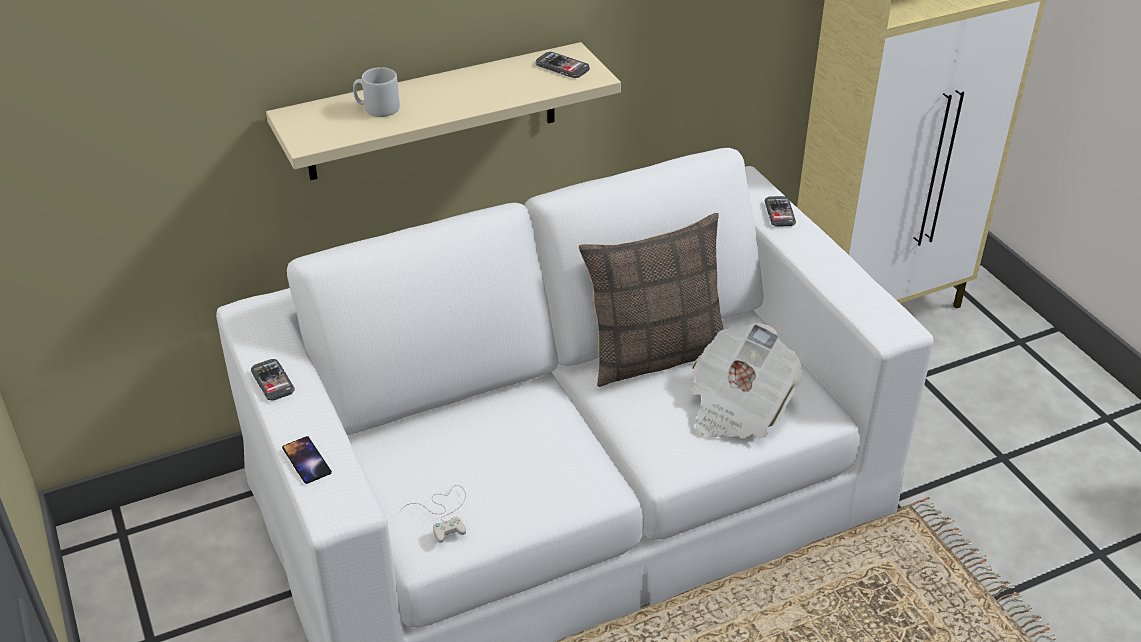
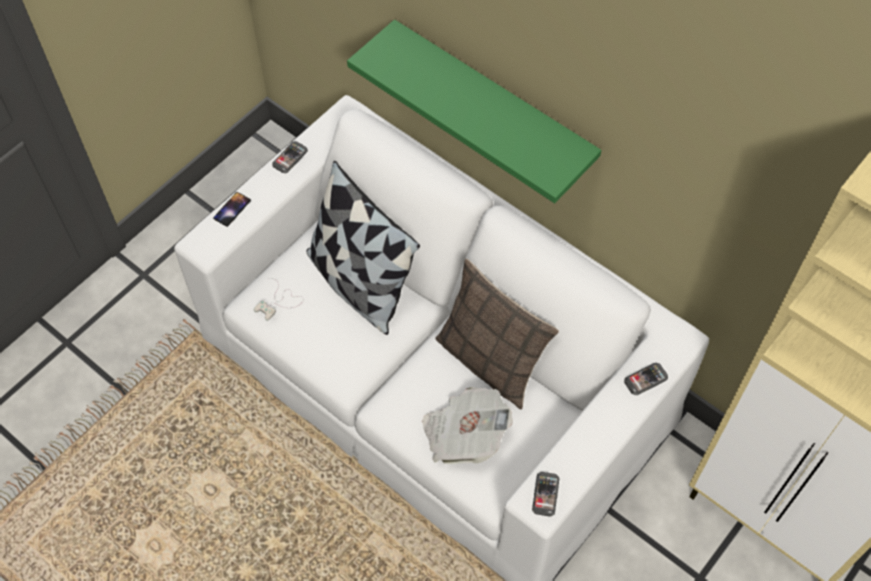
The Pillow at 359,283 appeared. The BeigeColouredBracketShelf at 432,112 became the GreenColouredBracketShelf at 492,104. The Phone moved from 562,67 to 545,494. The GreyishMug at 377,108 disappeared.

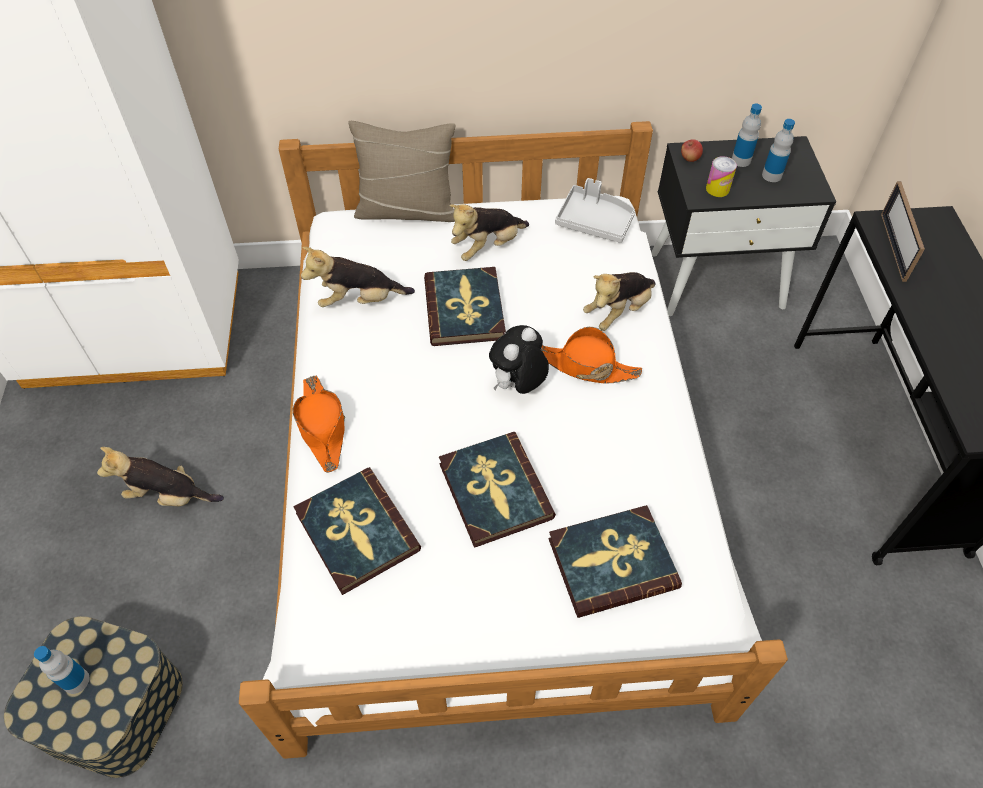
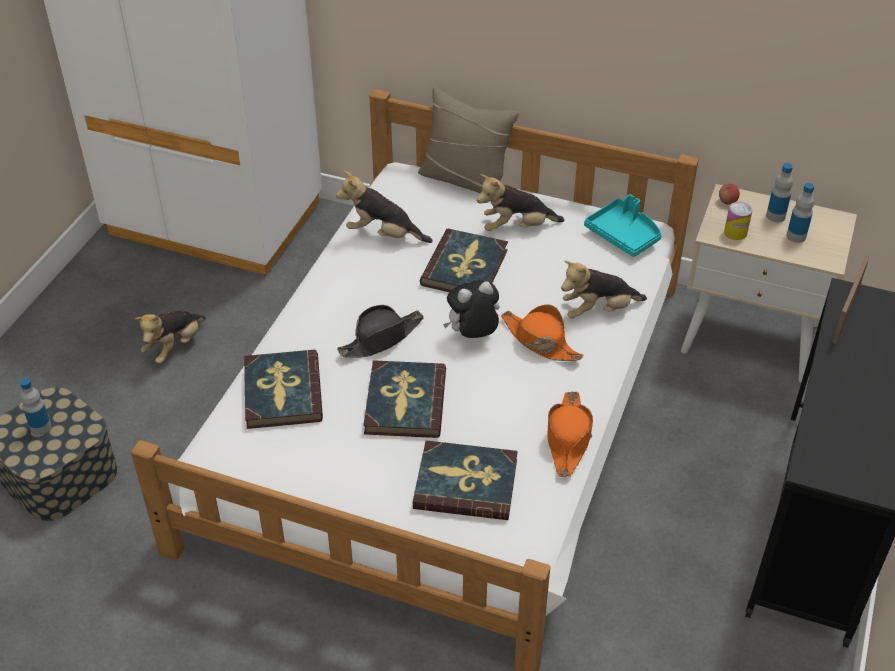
The SoftToy at 168,496 turned 90 degrees counterclockwise. The BlackColouredClothingHat at 381,338 appeared. The OrangeyClothingHat moved from 322,427 to 568,439. The GreyishCarryingTray at 594,221 became the TurquoiseColouredCarryingTray at 624,235. The BlackColouredNightTable at 717,279 became the BeigeColouredNightTable at 751,337.

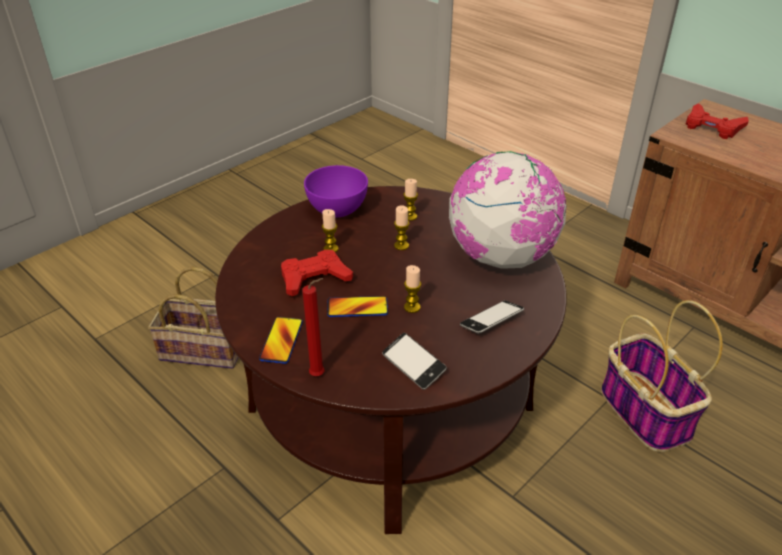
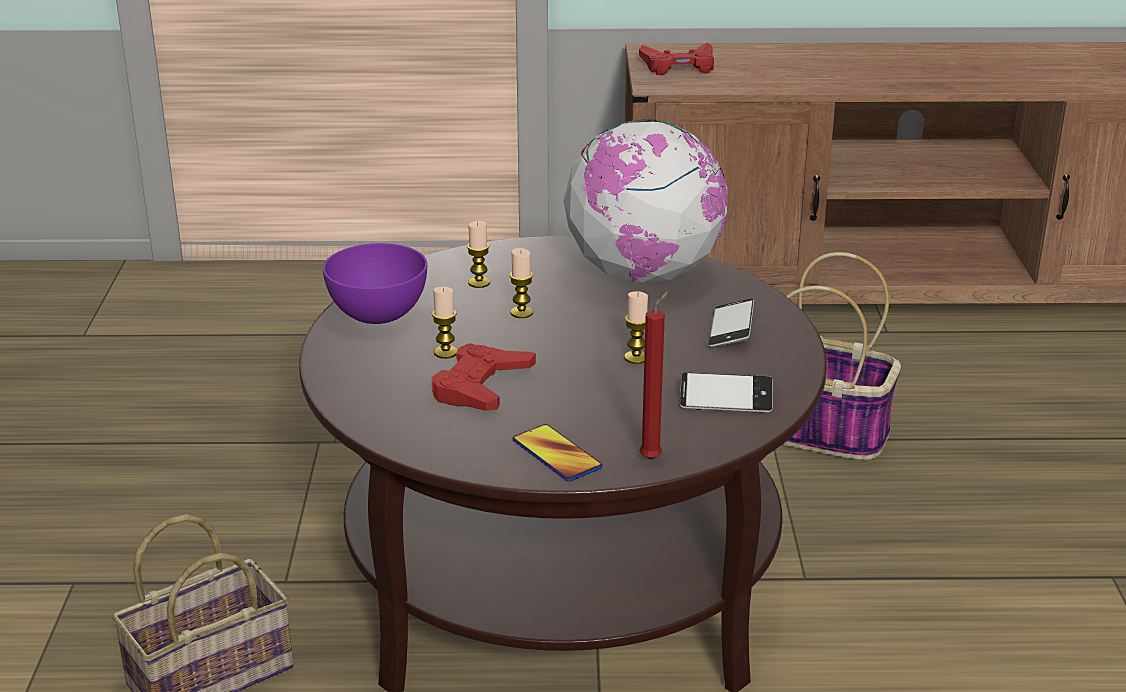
The Phone at 357,308 disappeared.

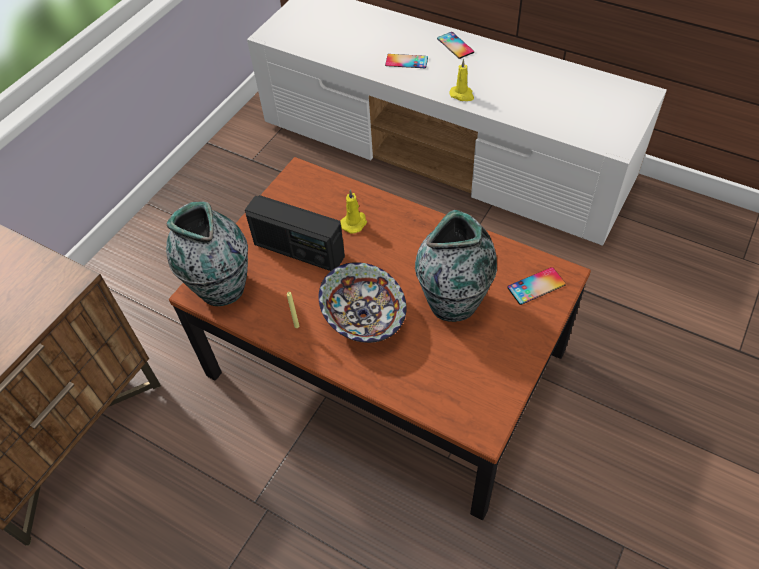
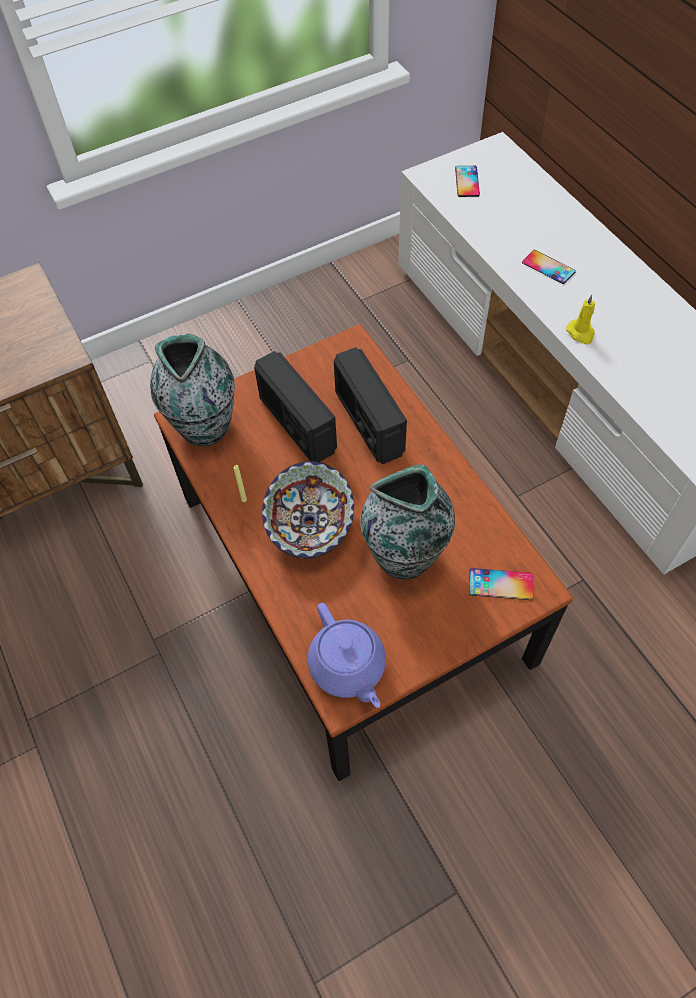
The PurpleColouredTeaPot at 348,667 appeared. The YellowCandle at 354,223 was replaced by the Radio at 368,423. The Phone moved from 455,45 to 467,181.

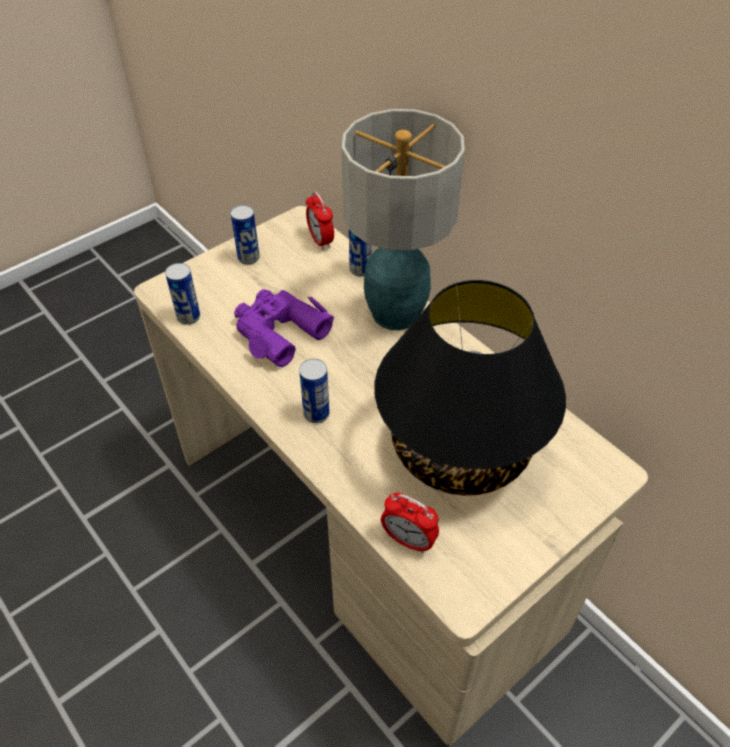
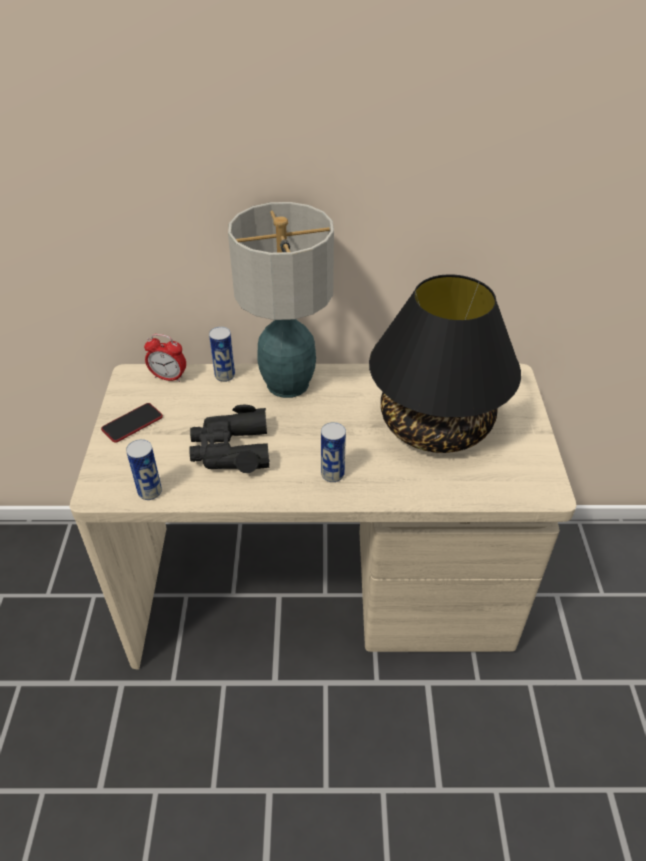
The MetalCan at 248,258 was replaced by the Phone at 132,423. The PurpleColouredBinoculars at 279,331 became the BlackColouredBinoculars at 231,449. The AlarmClock at 408,540 disappeared.

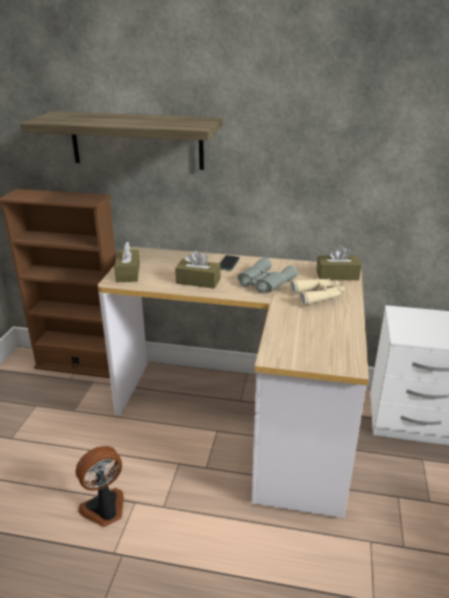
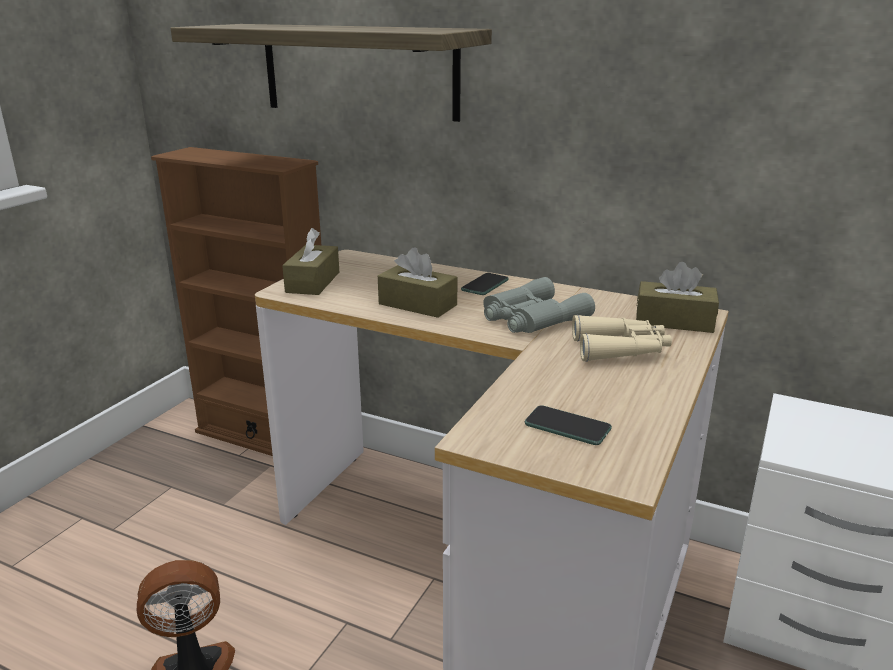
The Phone at 567,427 appeared.

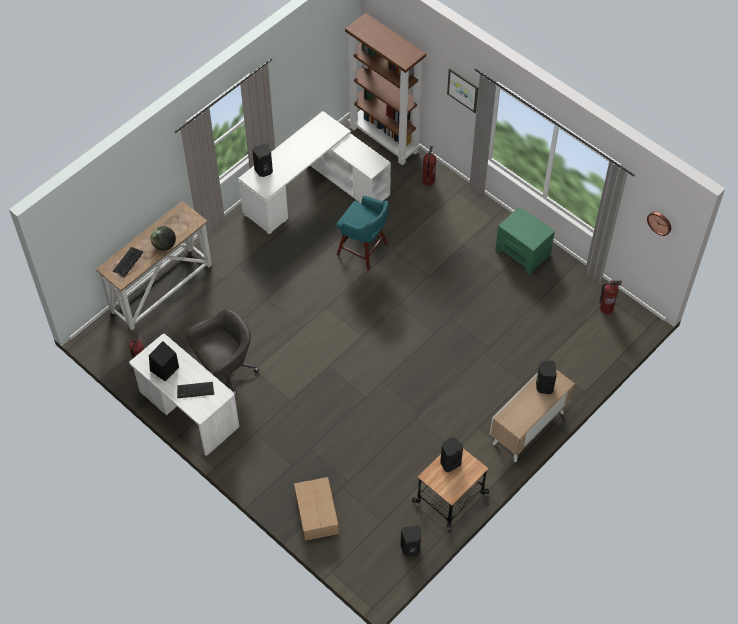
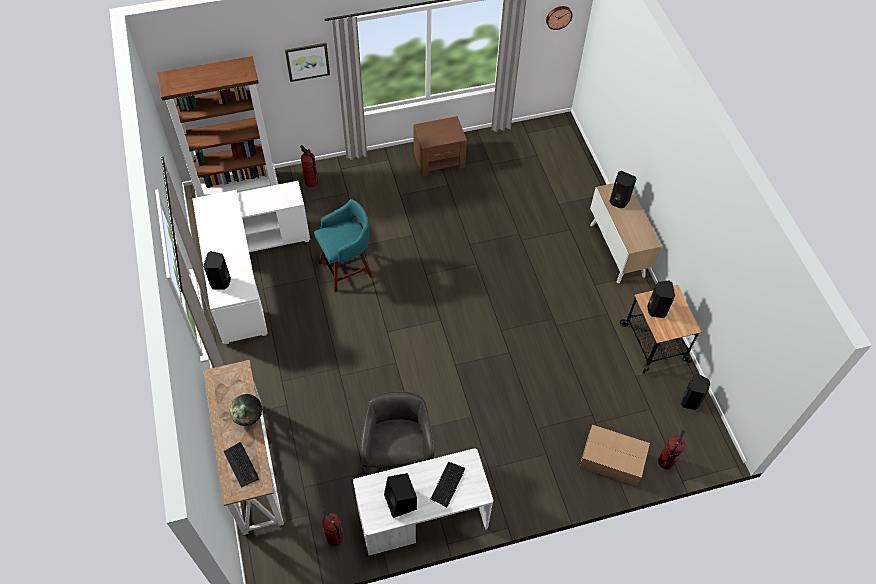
The GreenColouredNightTable at 523,252 became the BrownishNightTable at 439,160. The FireFightingCylinder moved from 606,308 to 665,462.

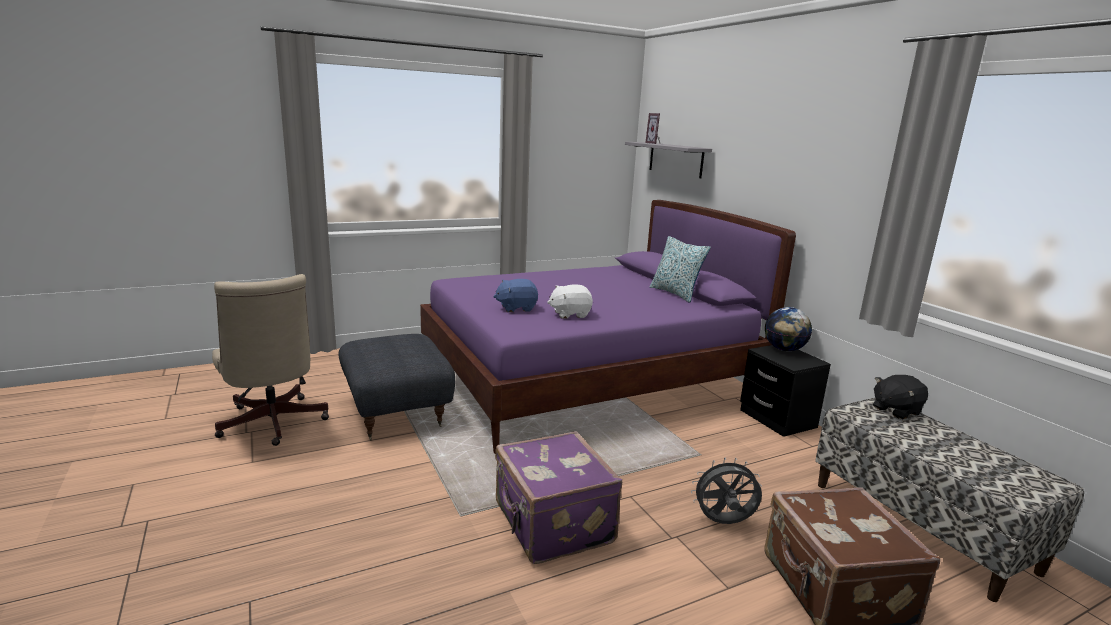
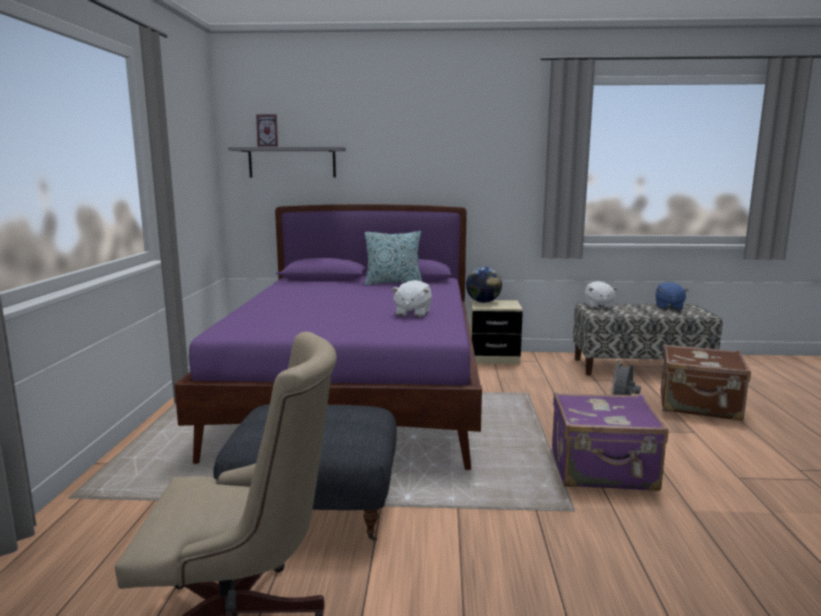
The BlackColouredNightTable at 777,419 became the BeigeColouredNightTable at 493,358. The BlackColouredSoftToy at 895,410 became the WhitishSoftToy at 598,306. The BlueSoftToy moved from 516,308 to 668,307.

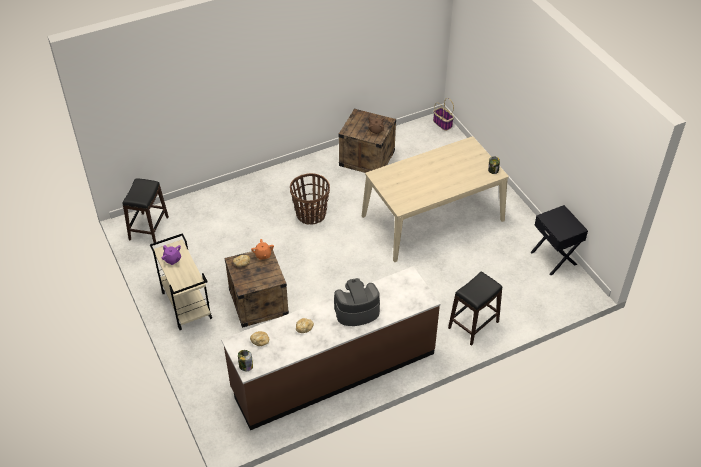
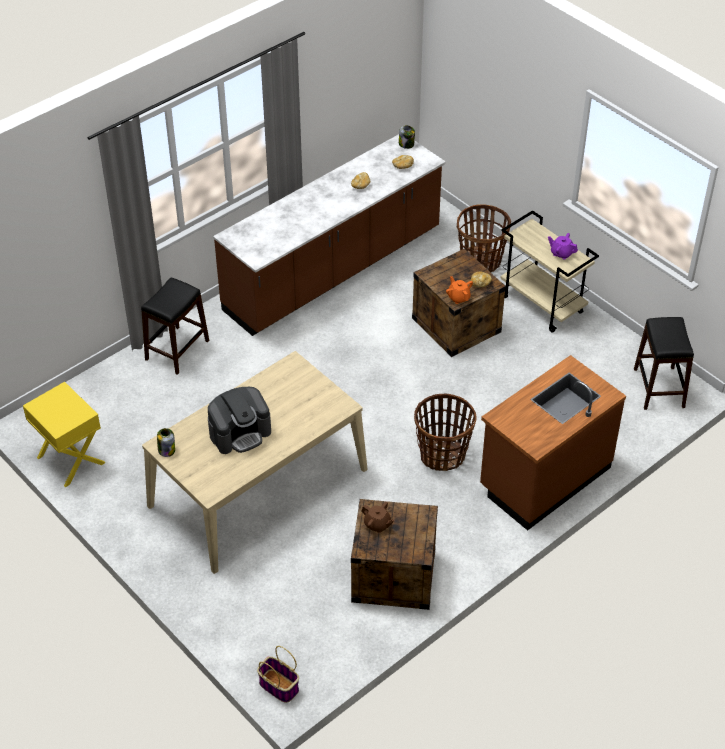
The BlackColouredNightTable at 554,258 became the YellowNightTable at 70,460. The CoffeeMaker moved from 356,311 to 240,433. The Basket at 480,261 appeared. The BrownishKitchenBaseUnit at 544,478 appeared.

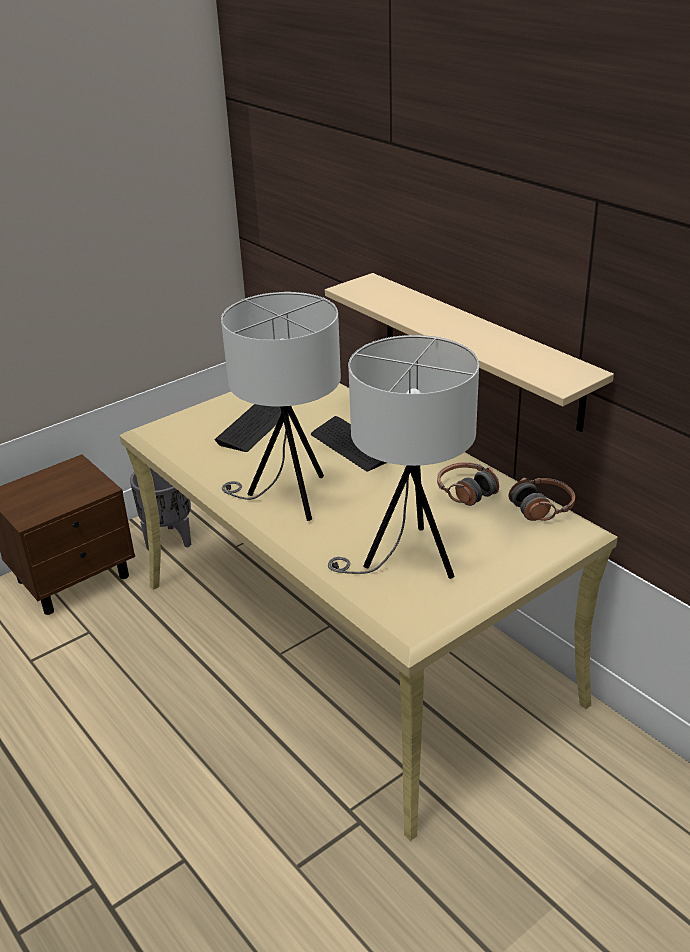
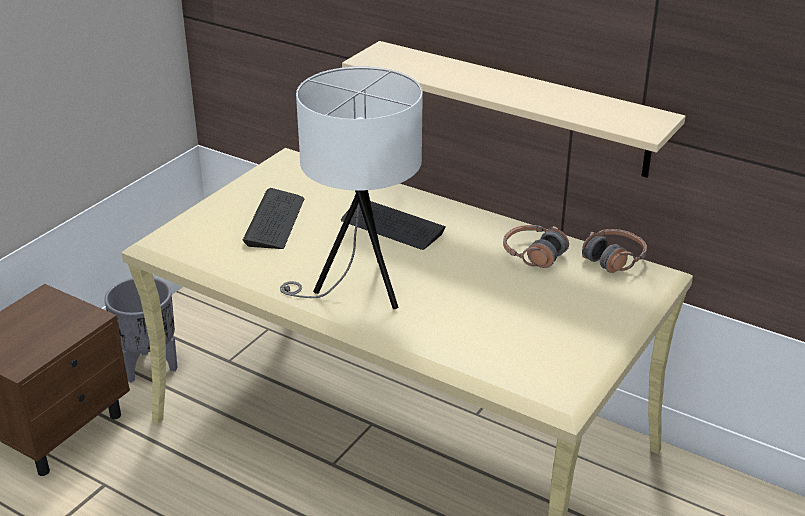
The WhitishTableLamp at 407,559 disappeared.

